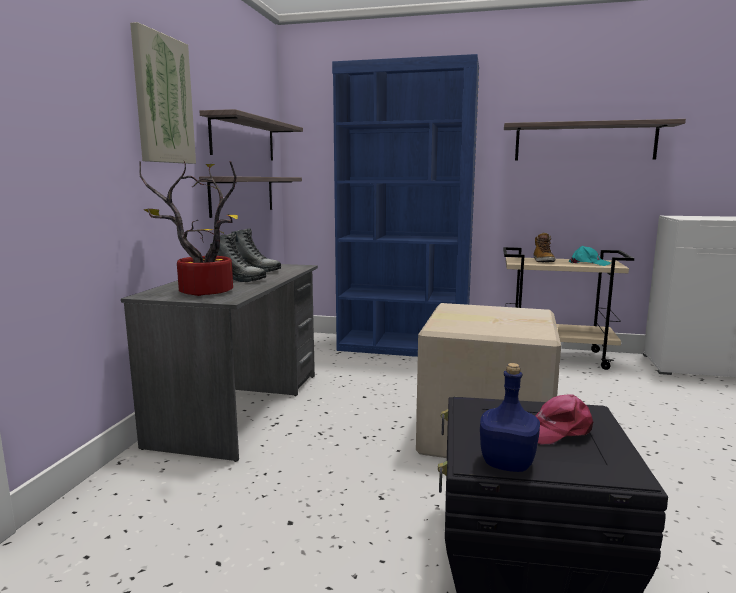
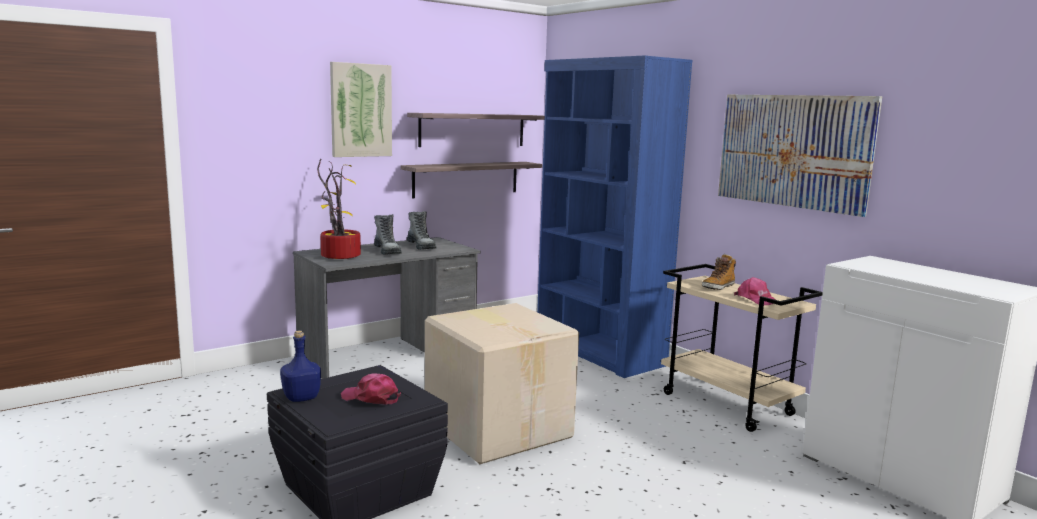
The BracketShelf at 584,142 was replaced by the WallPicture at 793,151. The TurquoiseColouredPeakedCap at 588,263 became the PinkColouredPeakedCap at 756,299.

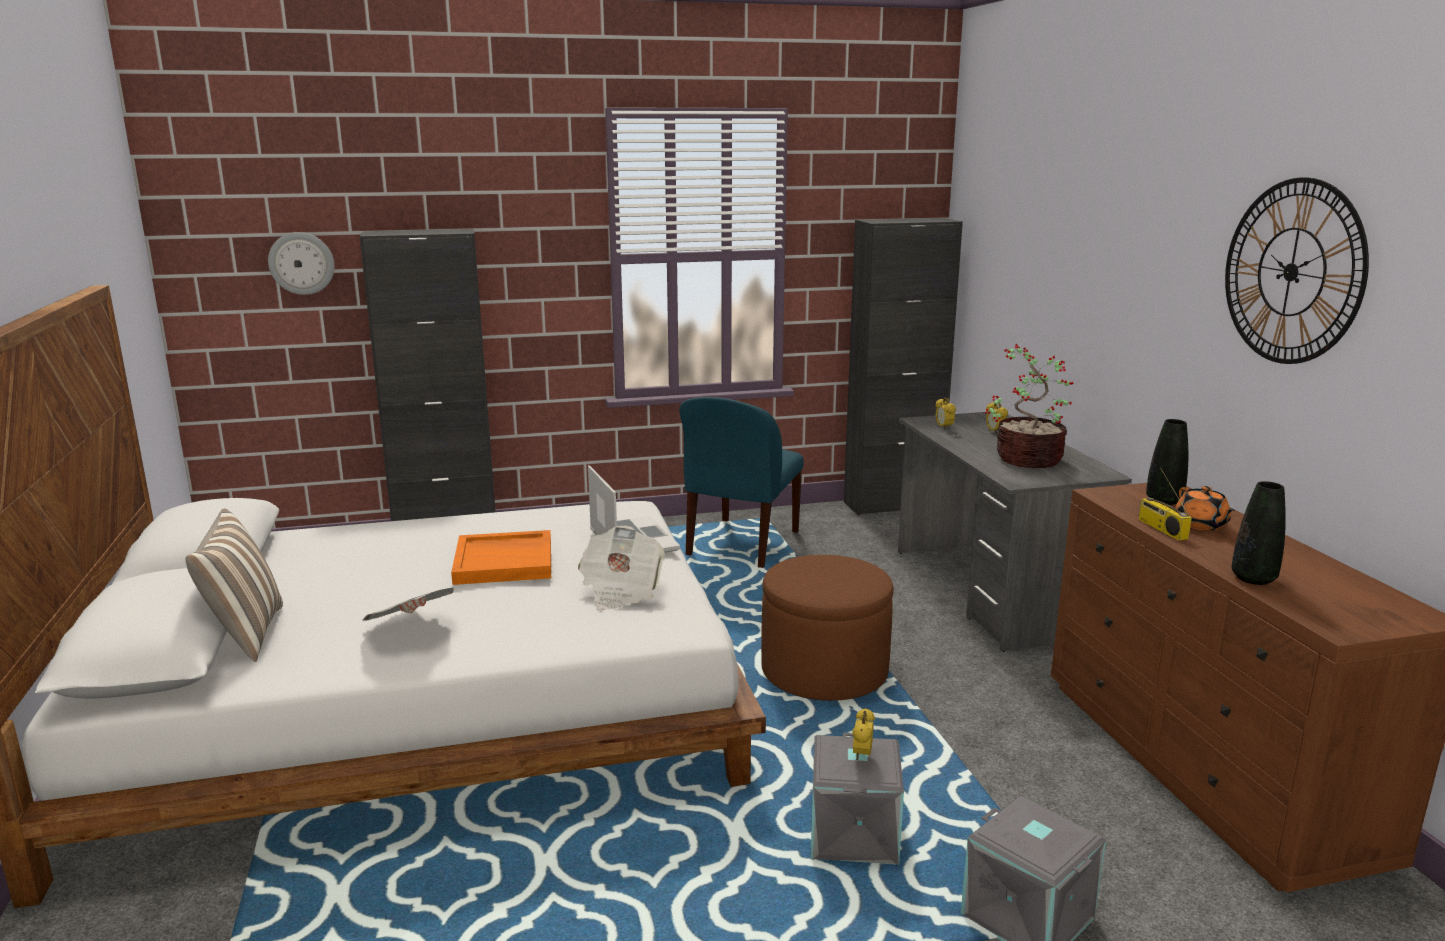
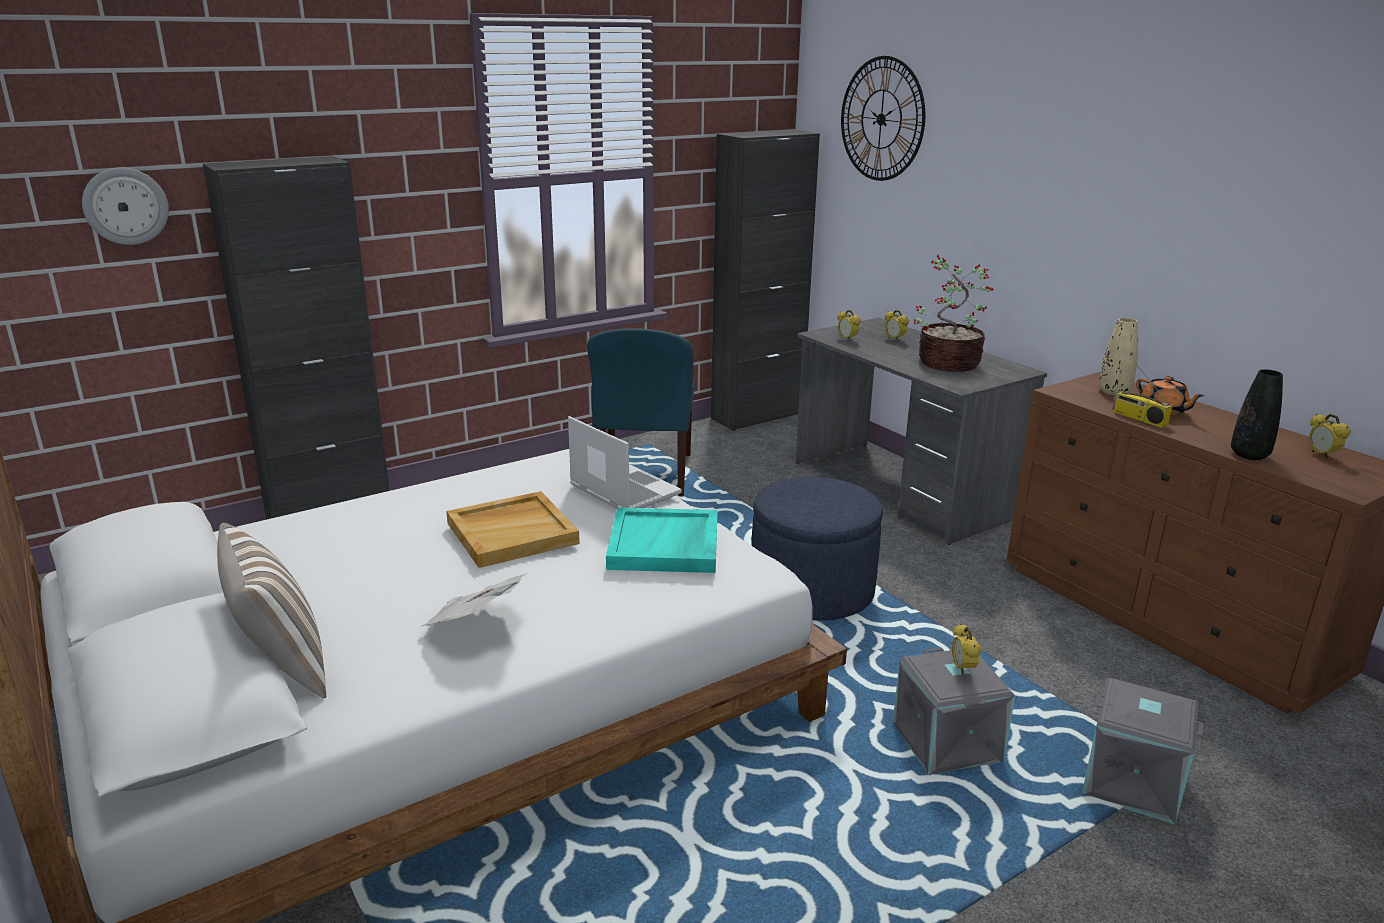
The OrangeyCarryingTray at 505,561 became the BeigeColouredCarryingTray at 513,533. The PrintedPaper at 621,590 was replaced by the TurquoiseColouredCarryingTray at 665,545. The BrownishFootrest at 824,671 became the BlueFootrest at 811,591. The ClockOnTheWall moved from 1291,272 to 881,119. The BlackColouredDecorativeVase at 1164,501 became the BeigeColouredDecorativeVase at 1114,392. The AlarmClock at 1322,455 appeared.

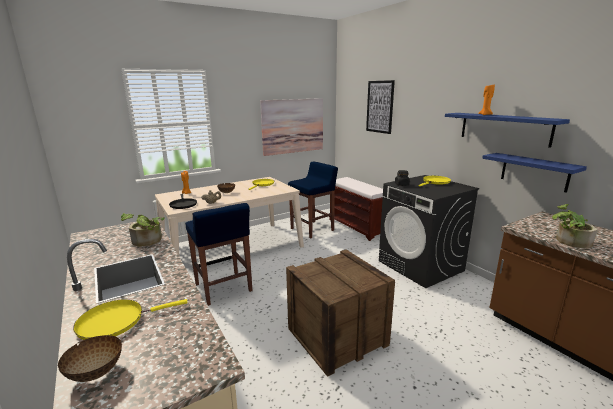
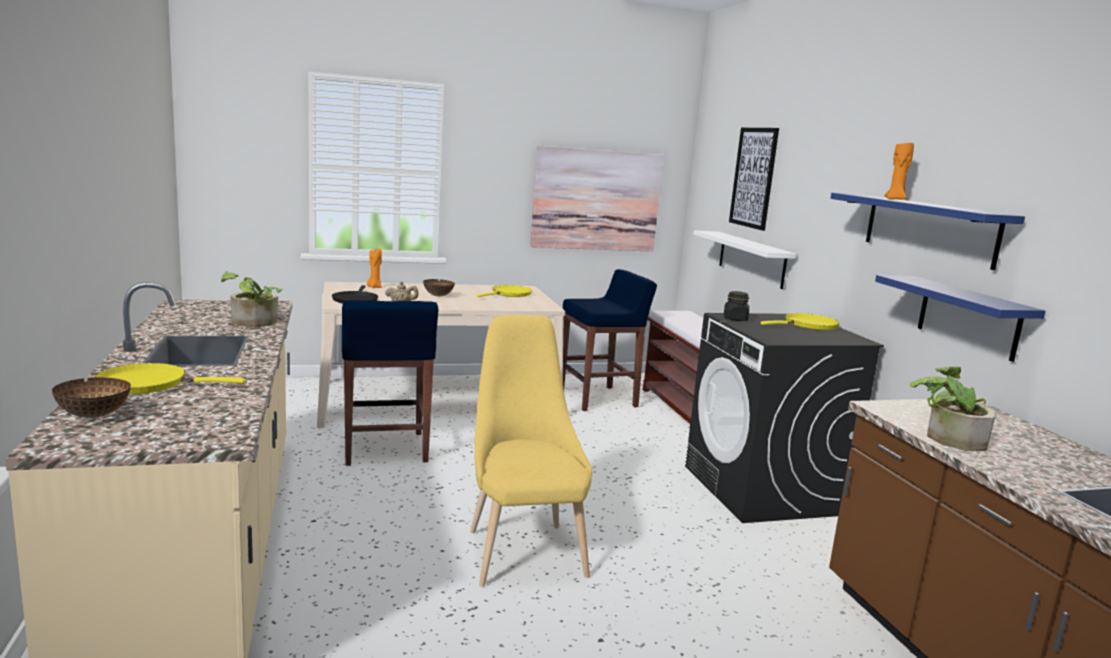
The PackingCrate at 337,336 was replaced by the YellowChair at 522,549. The WhitishBracketShelf at 751,259 appeared.

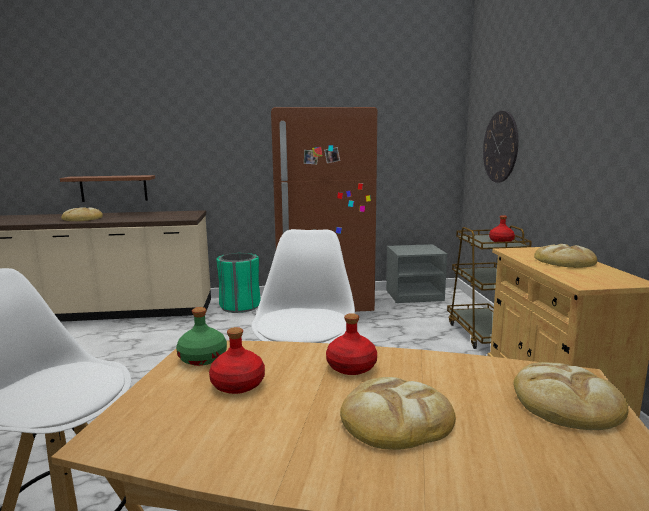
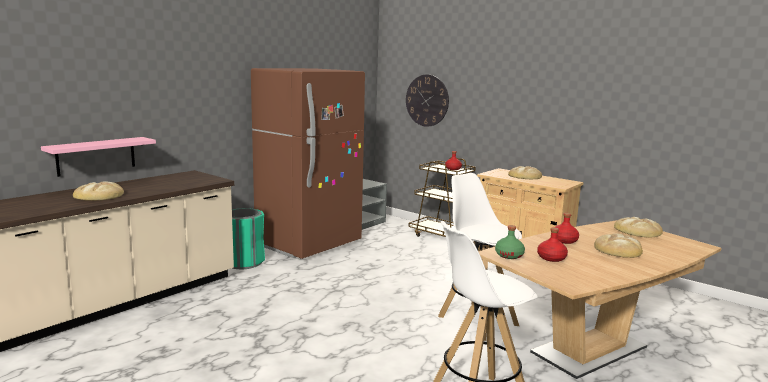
The BrownishBracketShelf at 113,188 became the PinkColouredBracketShelf at 96,156.

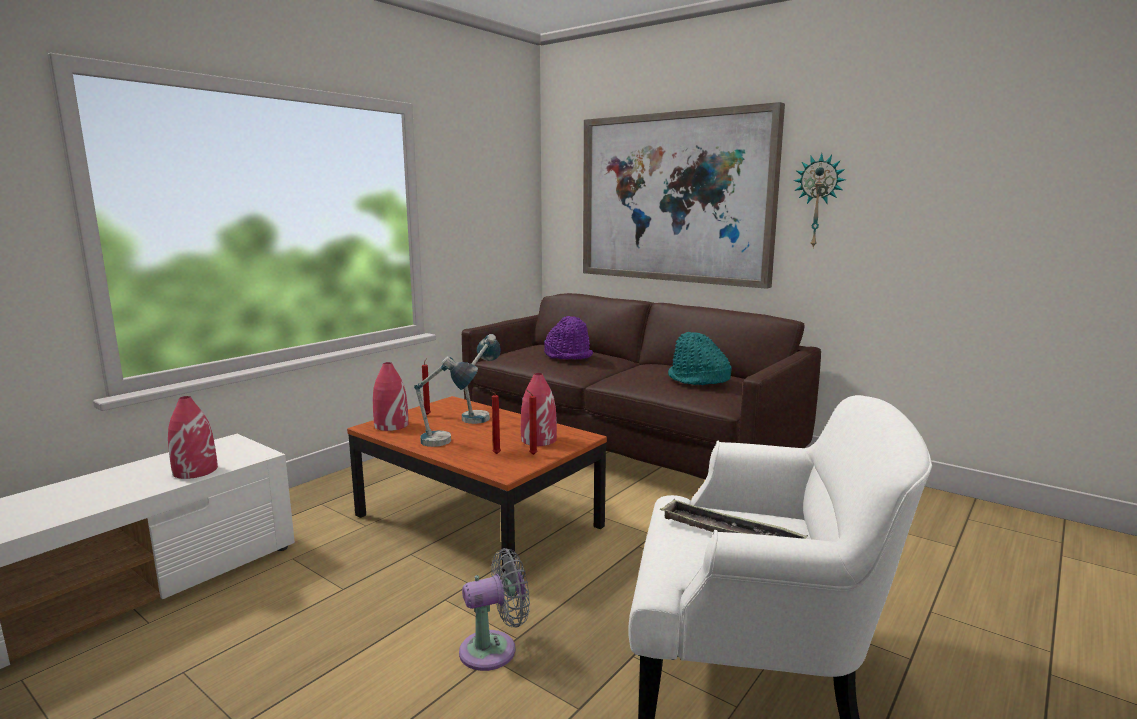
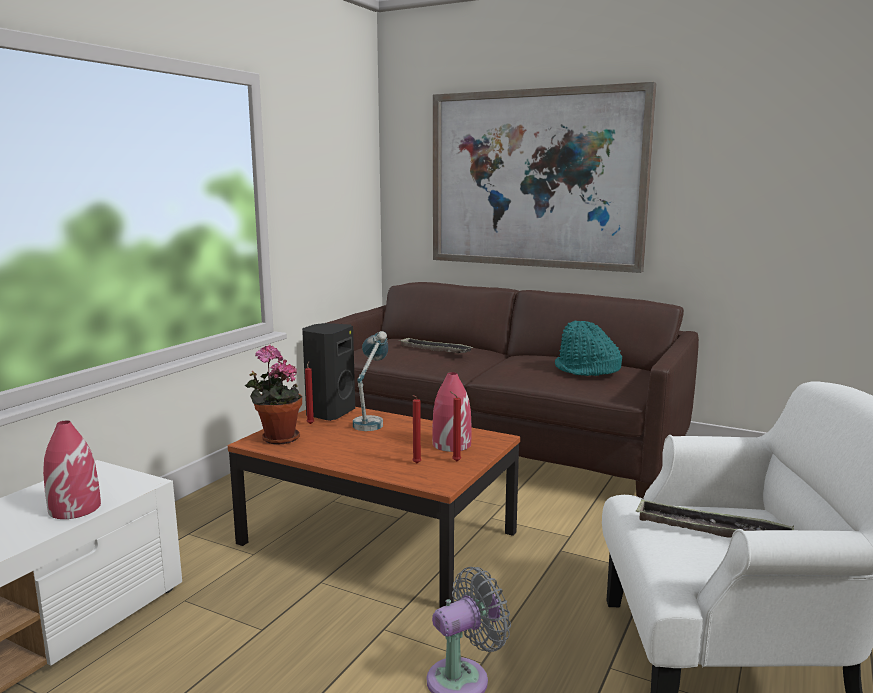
The RedDecorativeVase at 391,425 was replaced by the PottedPlant at 277,438. The BlackColouredAudioSpeaker at 329,413 appeared. The PurpleColouredClothingHat at 569,355 was replaced by the CarryingTray at 434,350. The TableLamp at 447,443 disappeared. The ClockOnTheWall at 818,201 disappeared.

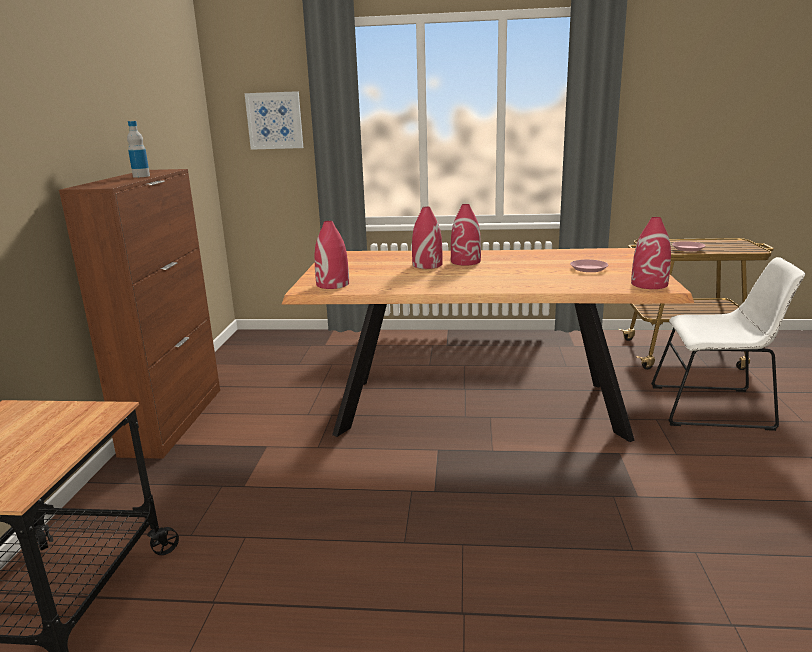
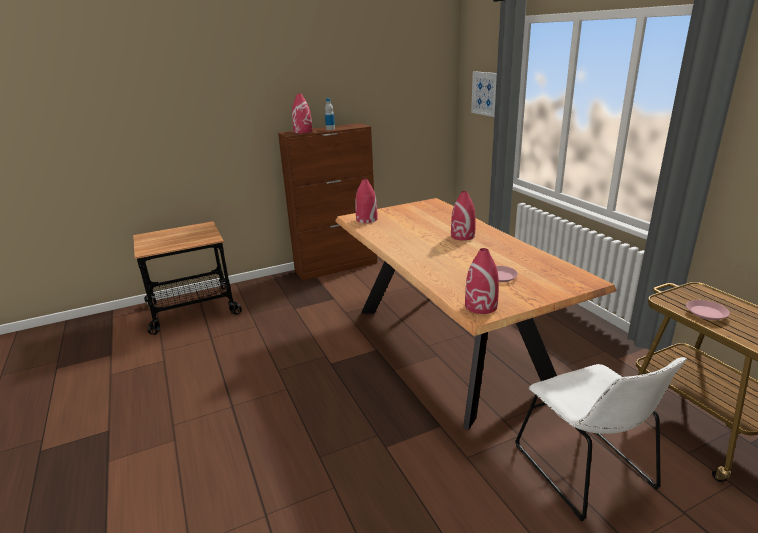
The RedDecorativeVase moved from 427,265 to 303,131.

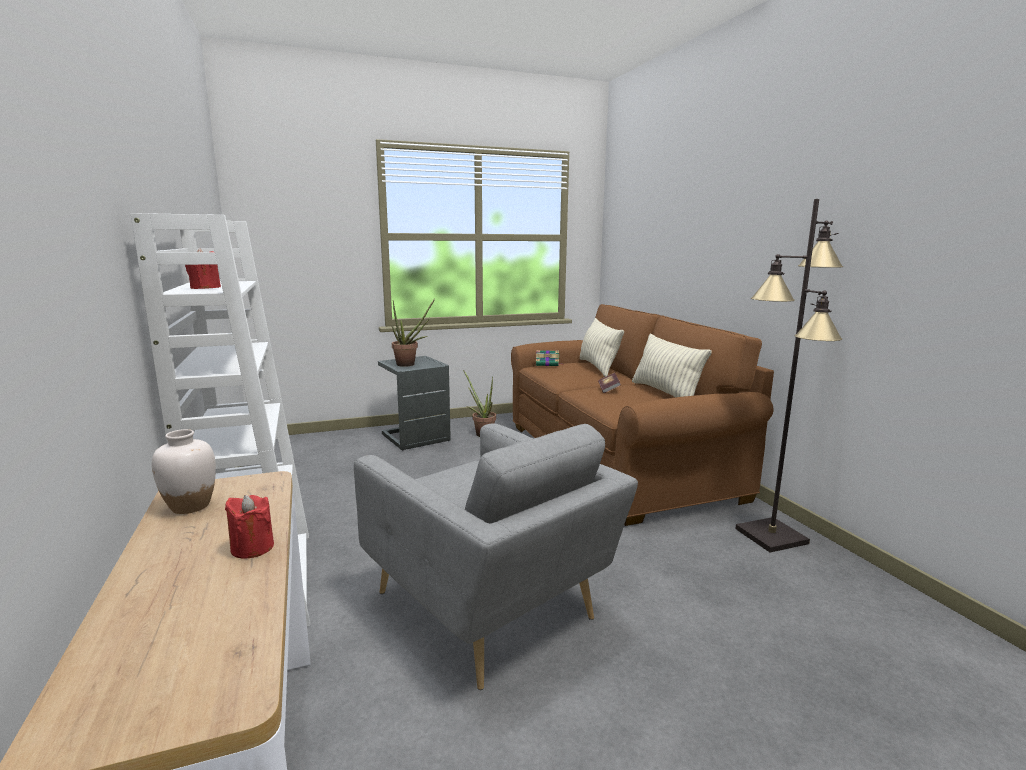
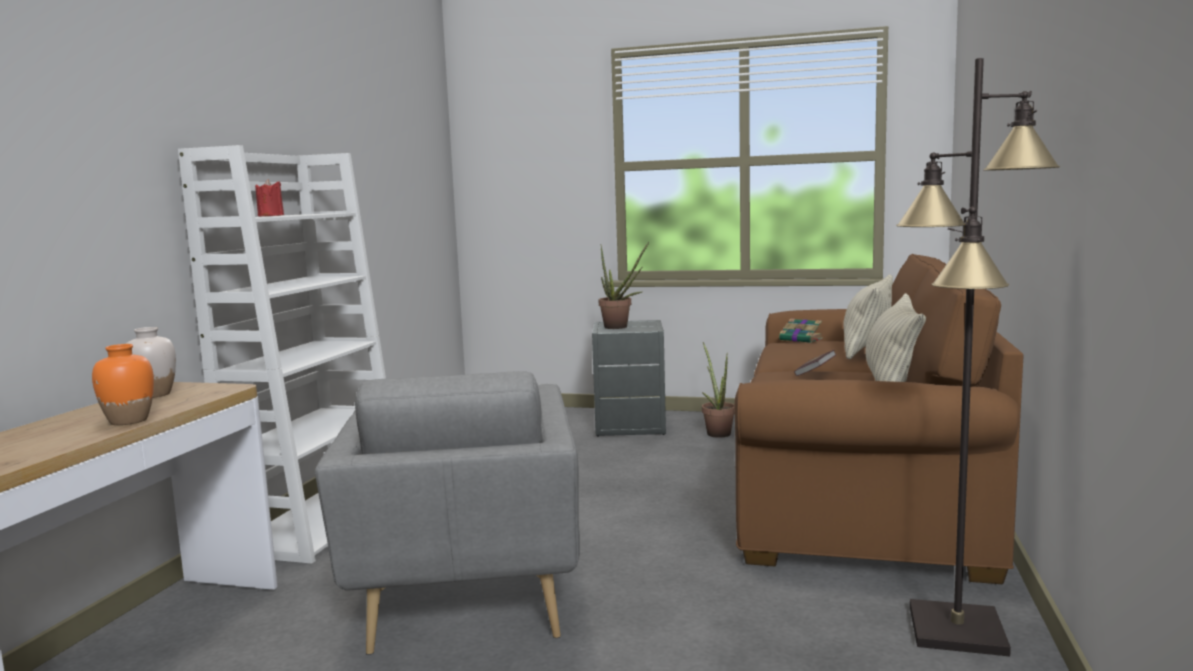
The RedCandle at 252,548 was replaced by the OrangeyDecorativeVase at 128,421.

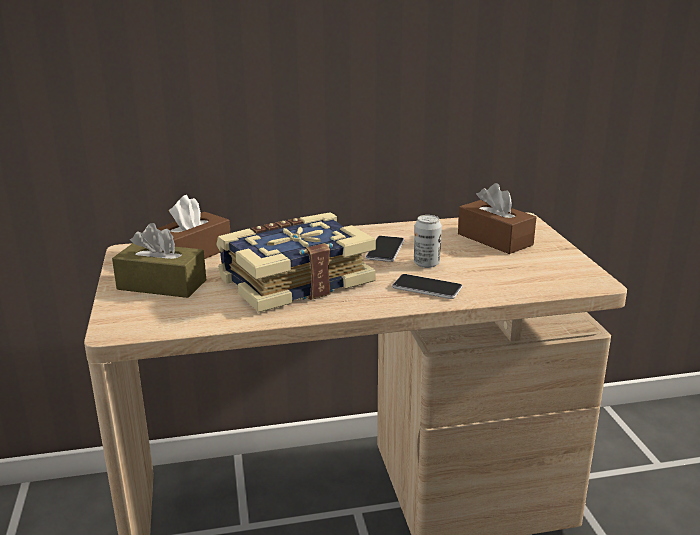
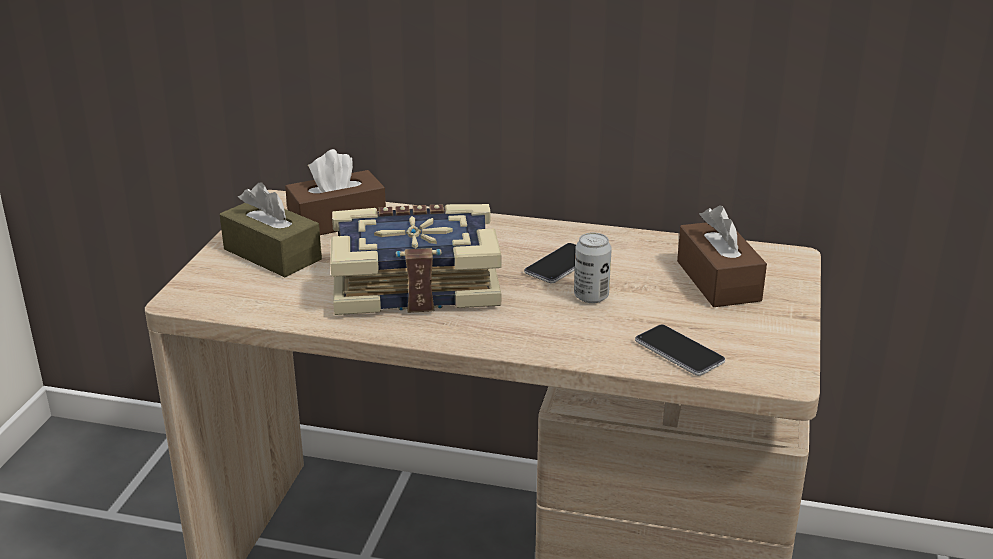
The Phone moved from 427,288 to 679,351.

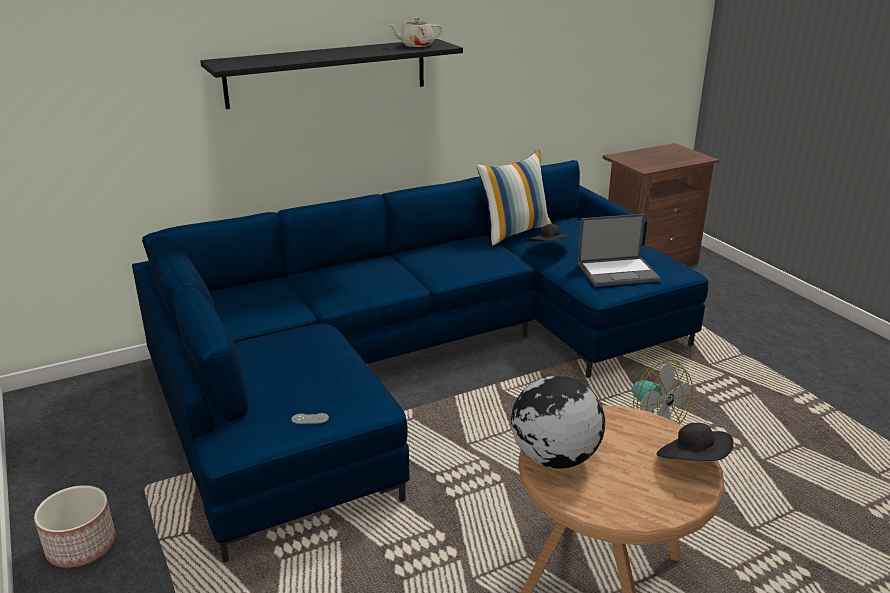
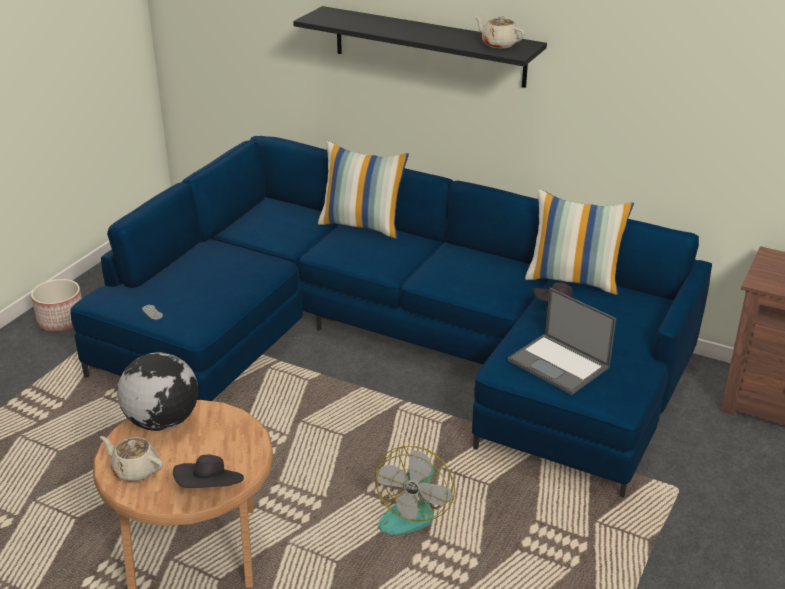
The BeigeColouredTeaPot at 135,470 appeared. The Pillow at 362,225 appeared.

